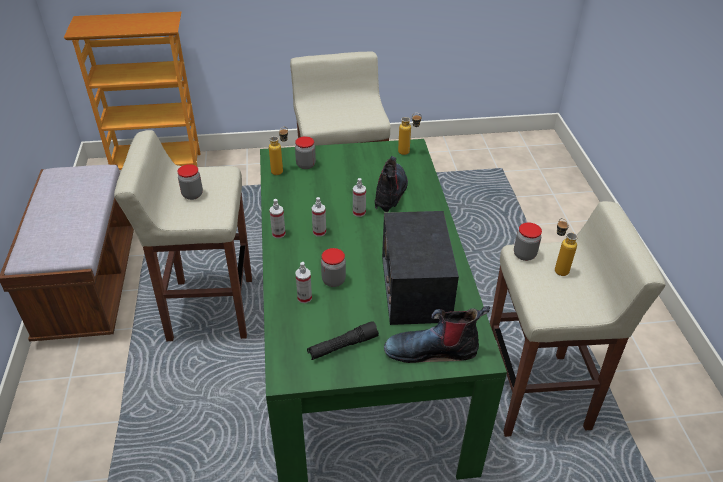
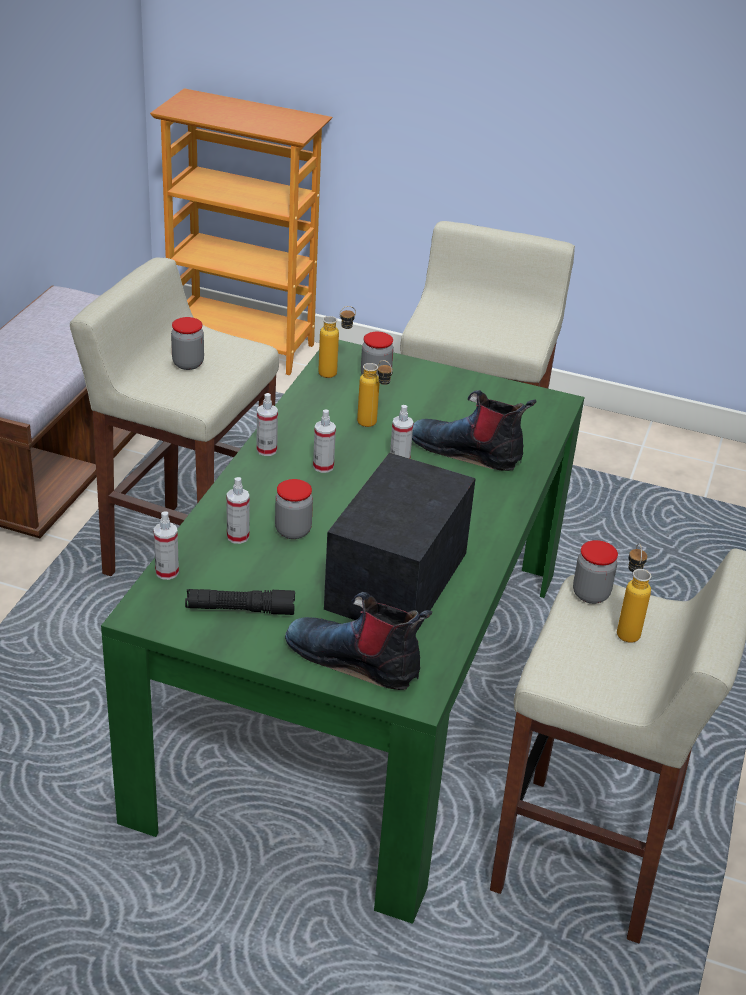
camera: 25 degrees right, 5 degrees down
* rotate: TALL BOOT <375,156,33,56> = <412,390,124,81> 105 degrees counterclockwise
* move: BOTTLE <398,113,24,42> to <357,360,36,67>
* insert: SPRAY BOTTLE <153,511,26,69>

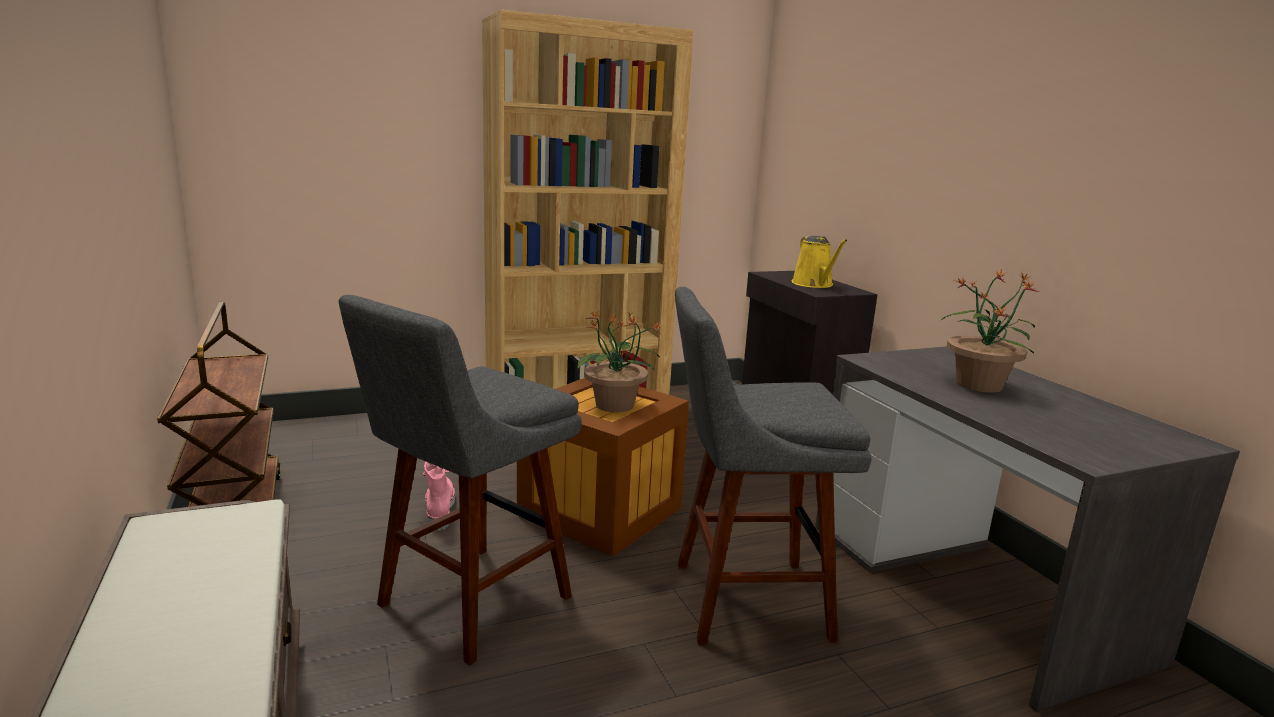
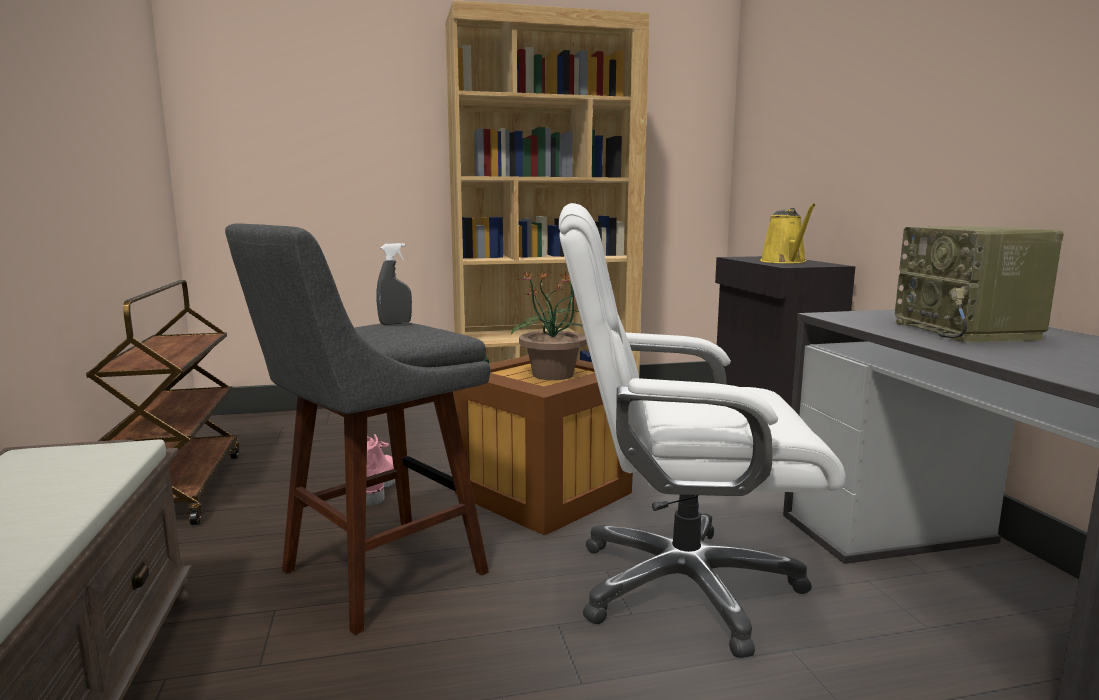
camera: 10 degrees right, 5 degrees down
* replace: GREY STOOL SEAT <675,287,197,358> to WHITE DESK CHAIR <559,203,286,455>
* replace: HOUSEPLANT <940,269,99,124> to RADIO RECEIVER <895,226,169,117>
* insert: GREY SPRAY BOTTLE <376,243,36,82>

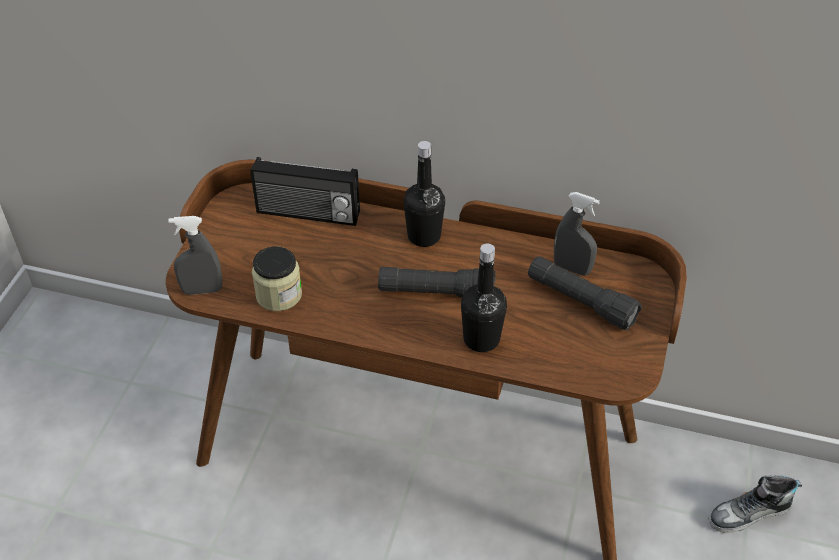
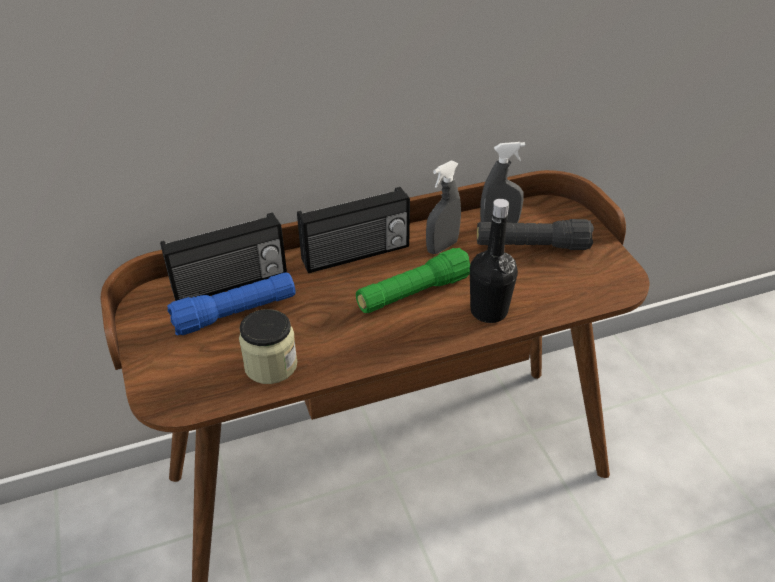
camera: 35 degrees left, 5 degrees down
* move: GREY SPRAY BOTTLE <168,216,54,79> to <426,160,35,94>
* recolor: BLACKISH HAND TORCH <378,267,118,31> to GREENISH HAND TORCH <356,248,114,65>
* replace: BLACKISH BOTTLE <403,141,42,106> to RADIO RECEIVER <297,187,113,86>
* delete: ITEM OF FOOTWEAR <708,475,94,58>
* insert: BLUISH HAND TORCH <167,272,129,63>

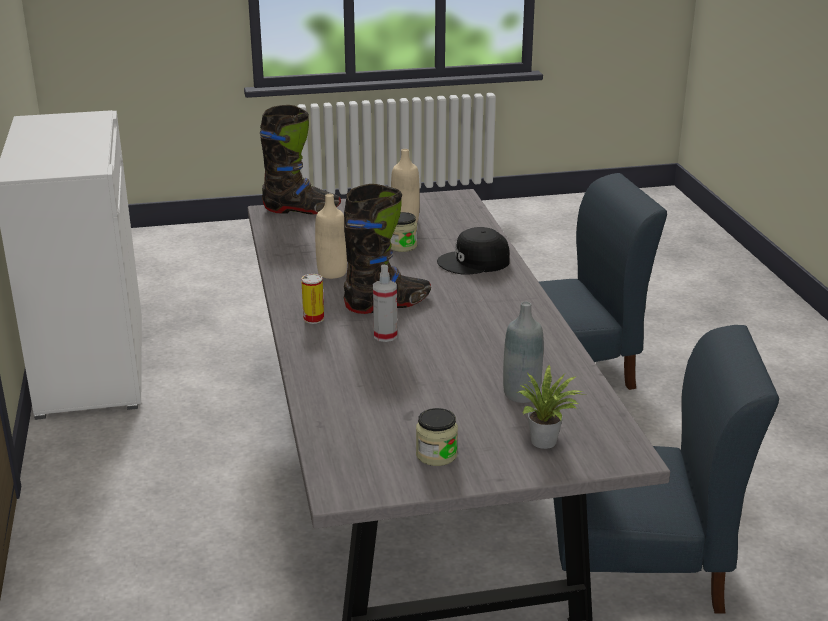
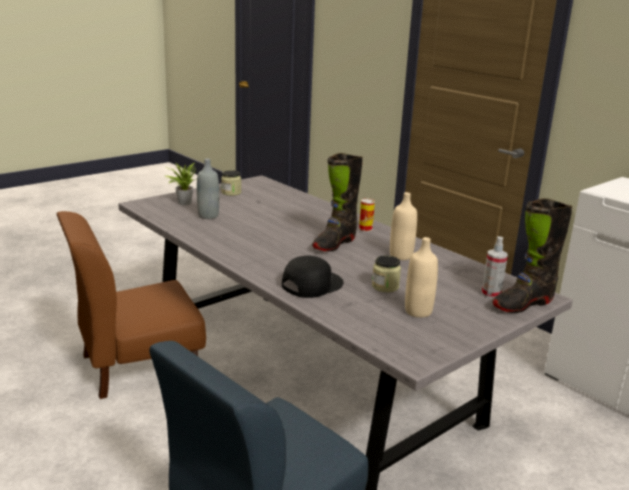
camera: 150 degrees right, 5 degrees down
* move: SPRAY BOTTLE <373,265,24,77> to <482,236,26,63>
* recolor: BLUISH PLAIN CHAIR <553,325,226,289> to BROWN-COLOURED PLAIN CHAIR <57,211,149,188>

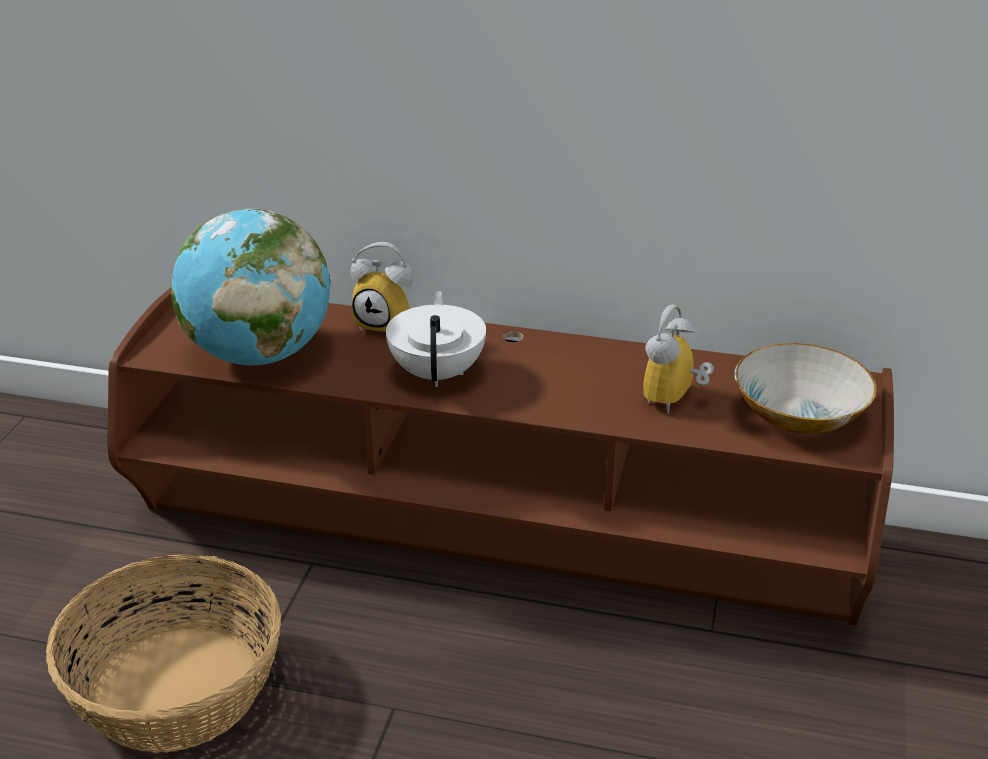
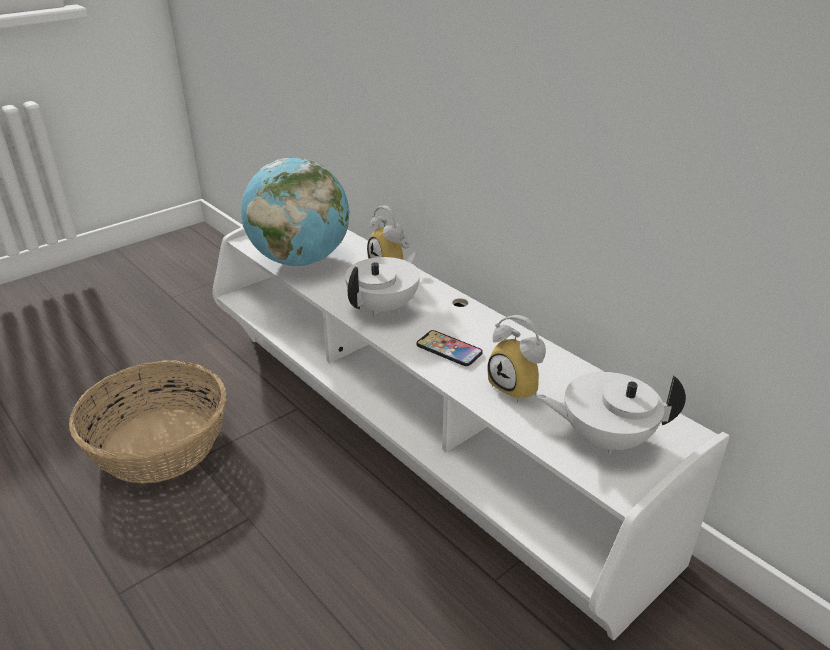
camera: 35 degrees right, 0 degrees up
* recolor: BROWN-COLOURED TV STAND <107,288,787,338> to WHITE TV STAND <212,227,518,414>
* rotate: BEDSIDE CLOCK <643,305,71,109> = <487,315,59,88> 105 degrees counterclockwise
* replace: SERVING BOWL <735,343,142,91> to WHITE TEAPOT <537,372,149,83>
* insert: PHONE <417,330,66,36>

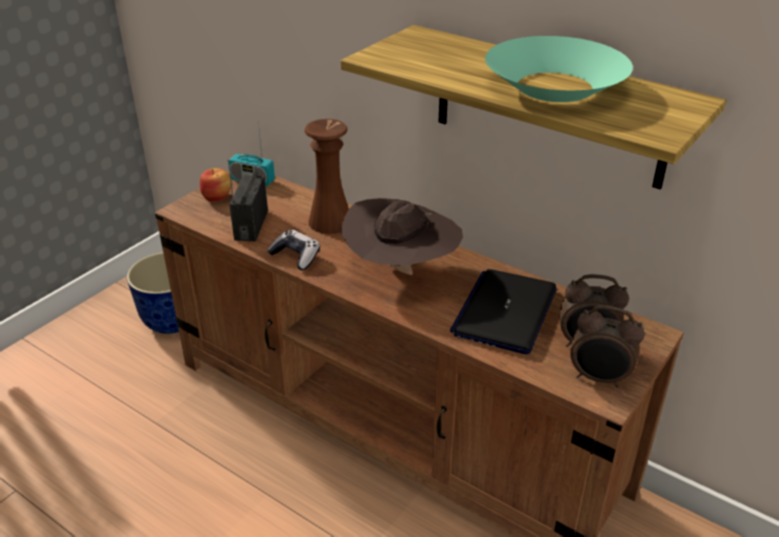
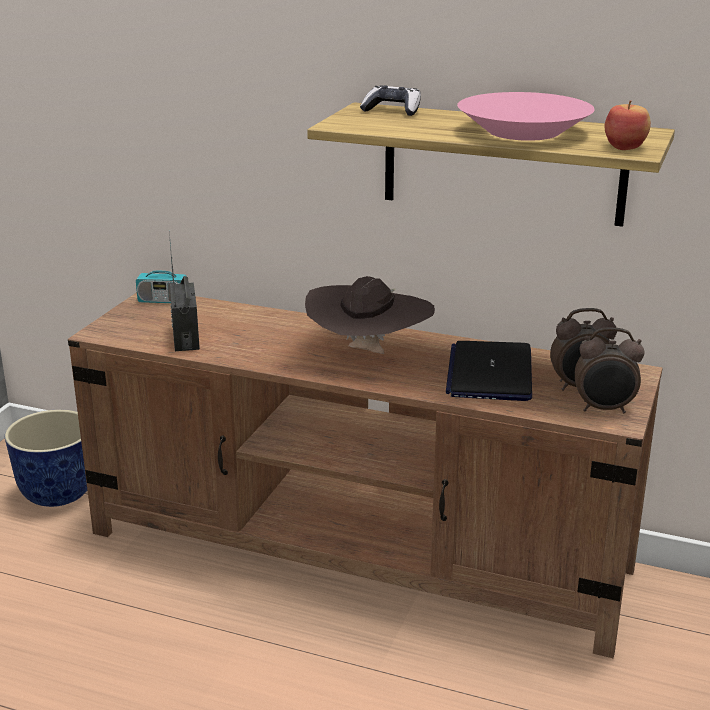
camera: 15 degrees left, 10 degrees down
* move: APPLE <200,168,32,34> to <604,100,47,50>
* move: JOYPAD <267,230,53,40> to <360,85,61,31>
* delete: BROWN-COLOURED DECORATIVE VASE <304,119,45,115>
* recolor: TURQUOISE-COLOURED SERVING BOWL <485,36,148,66> to PINK-COLOURED SERVING BOWL <457,92,138,49>

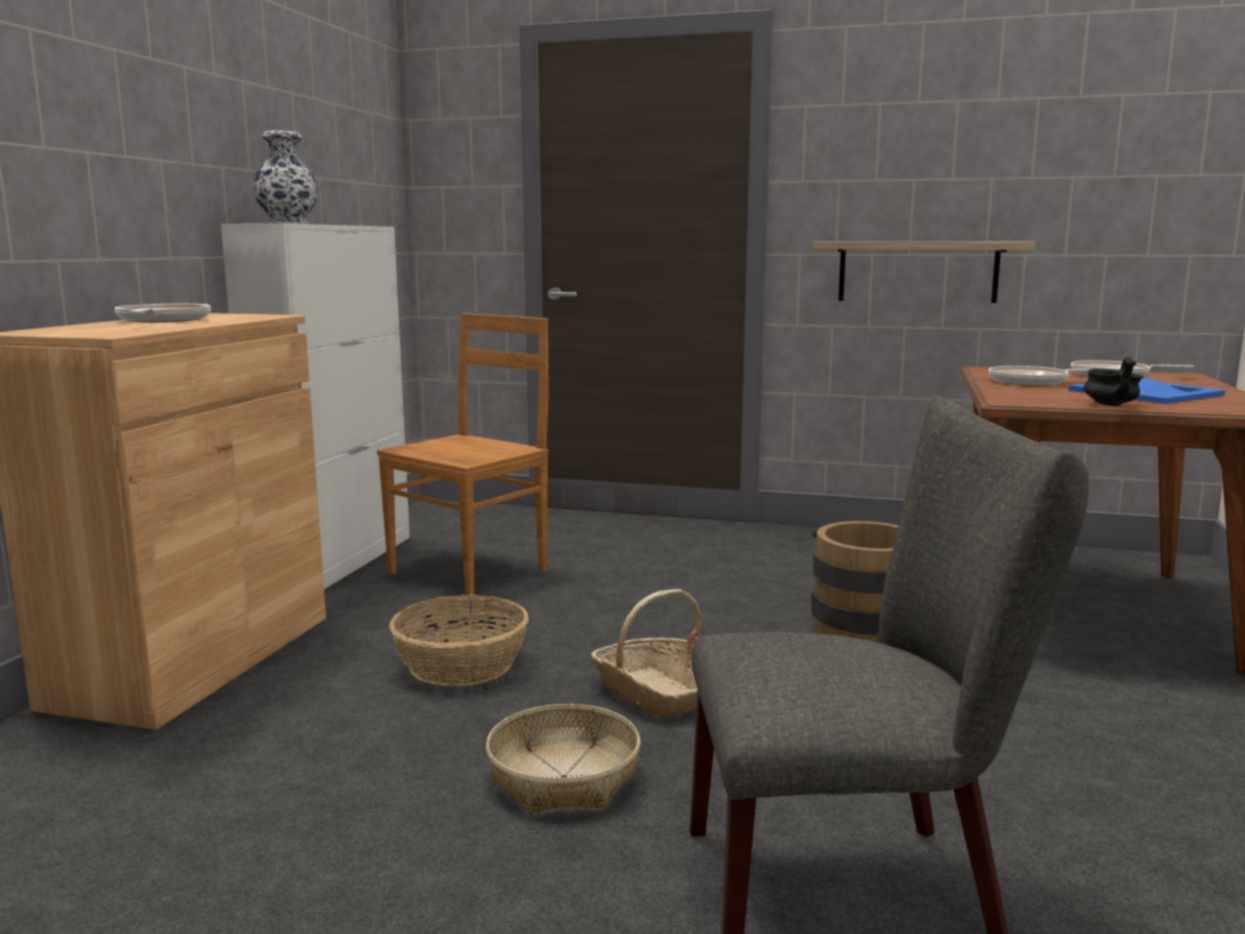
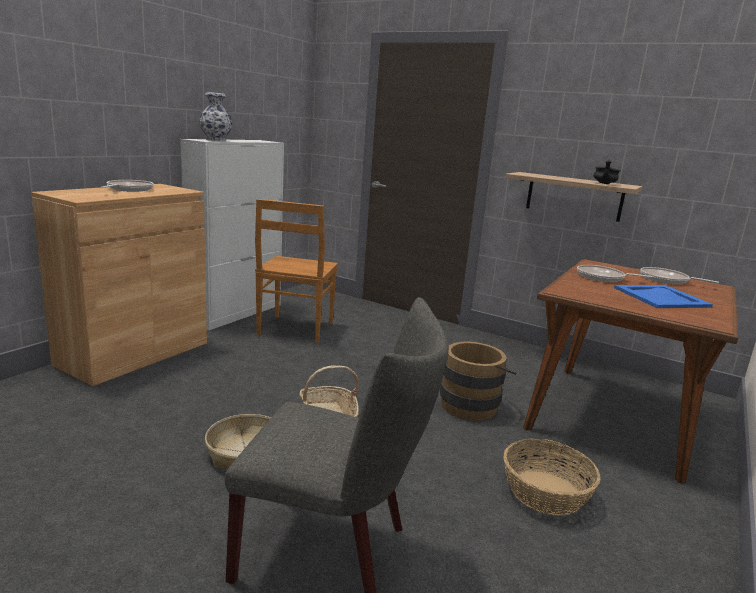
camera: 15 degrees right, 5 degrees up
* rotate: BROWN-COLOURED PLAIN CHAIR <377,313,172,282> = <255,199,83,144> 135 degrees clockwise
* move: BASKET <389,594,140,93> to <504,438,97,78>
* move: BLACKISH SERVING BOWL <1083,357,61,49> to <593,159,28,25>

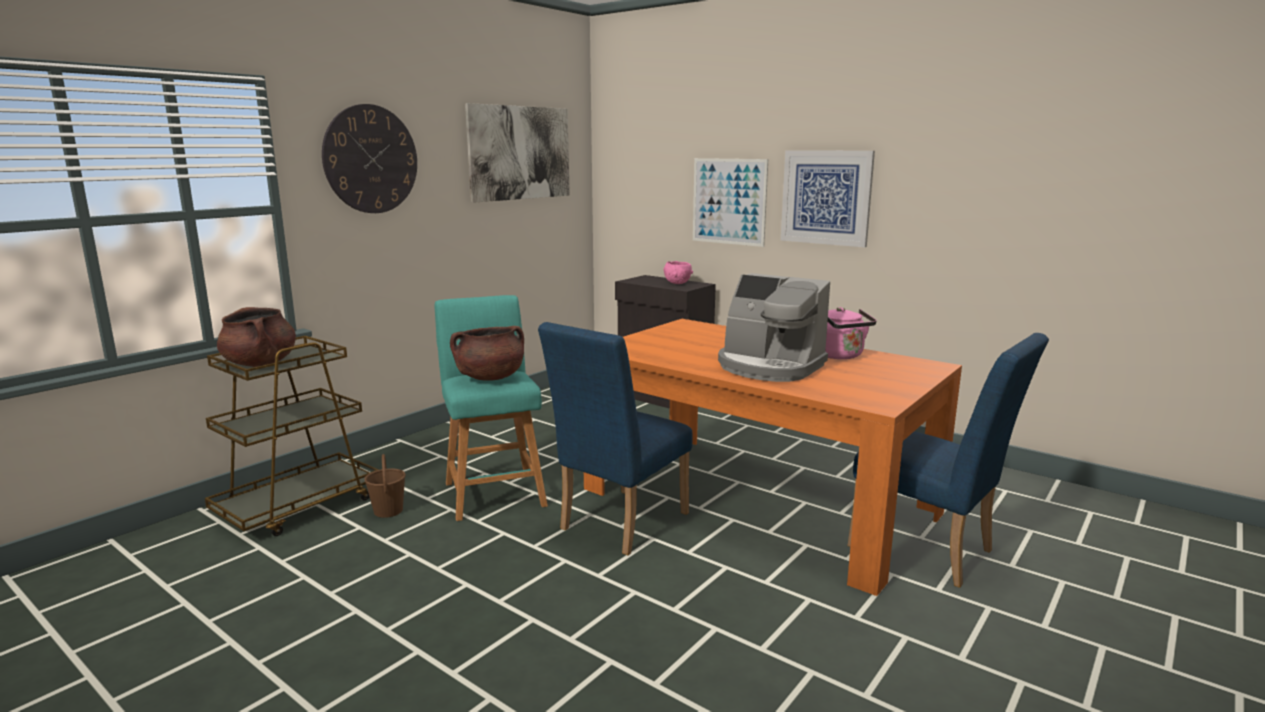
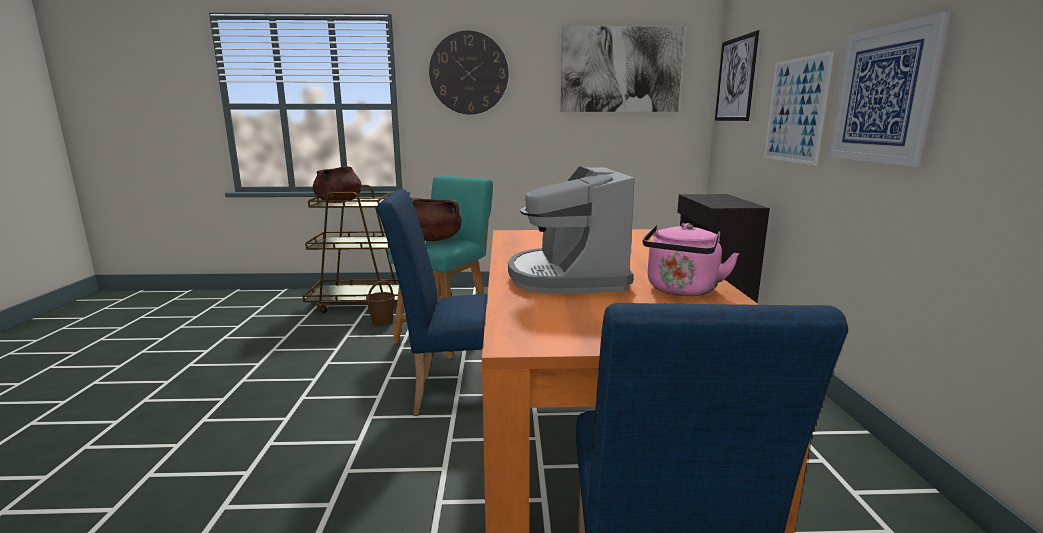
camera: 50 degrees right, 0 degrees up
* delete: PINK-COLOURED SERVING BOWL <663,261,30,23>
* insert: WALL ART <715,30,44,91>

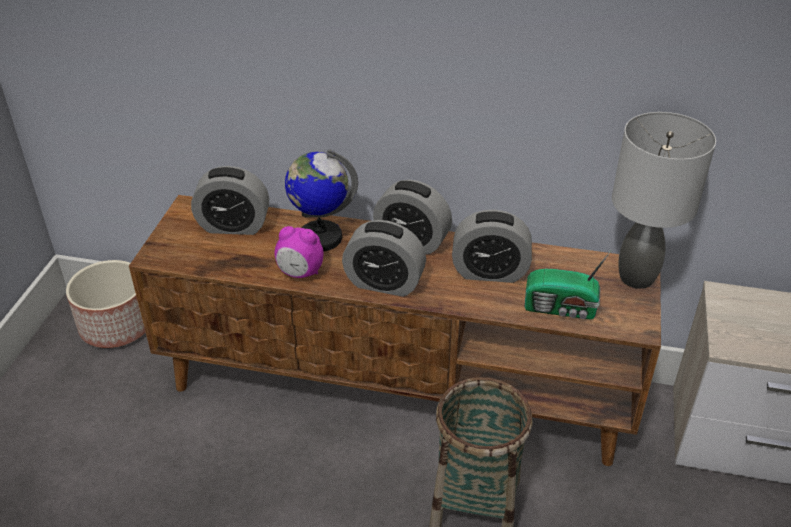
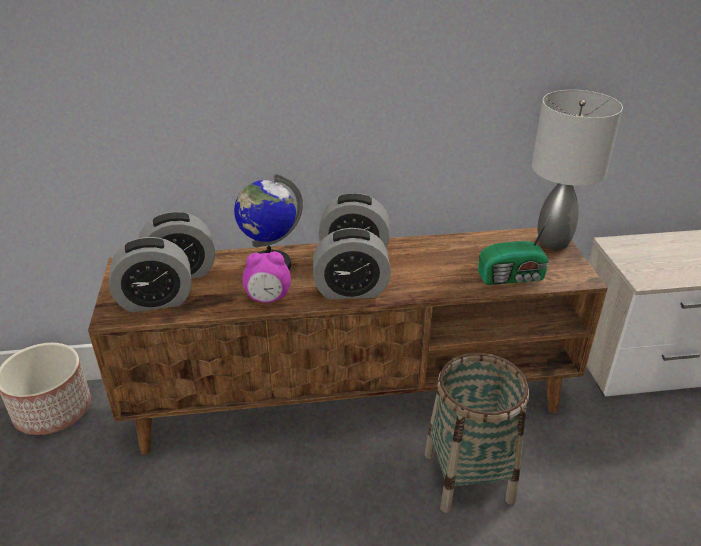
camera: 20 degrees left, 5 degrees down
* move: BEDSIDE CLOCK <452,210,80,73> to <109,237,82,75>

